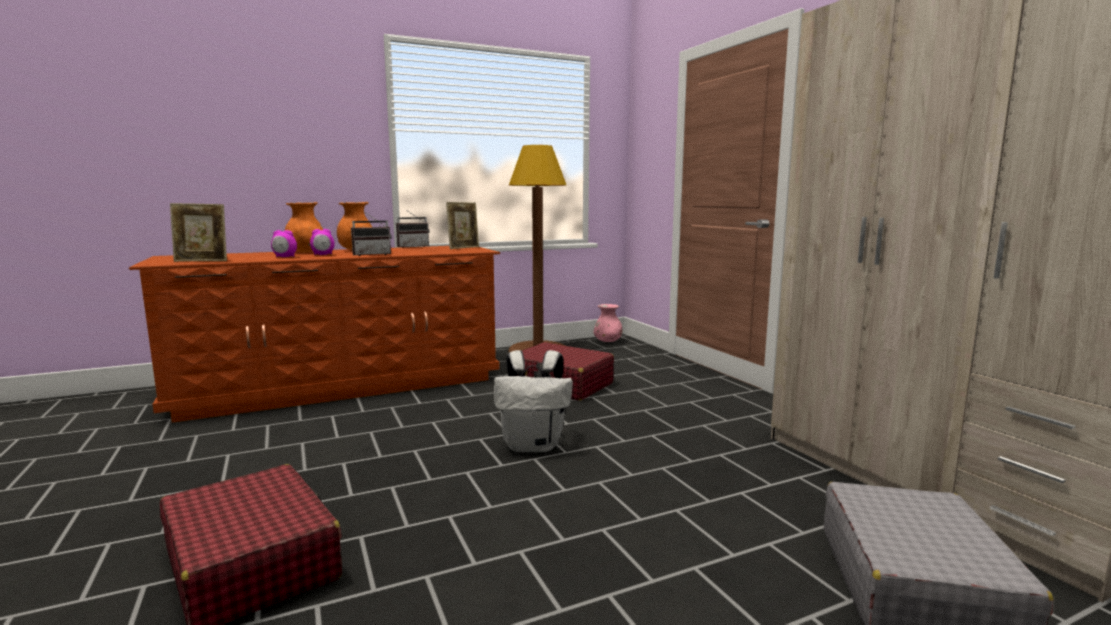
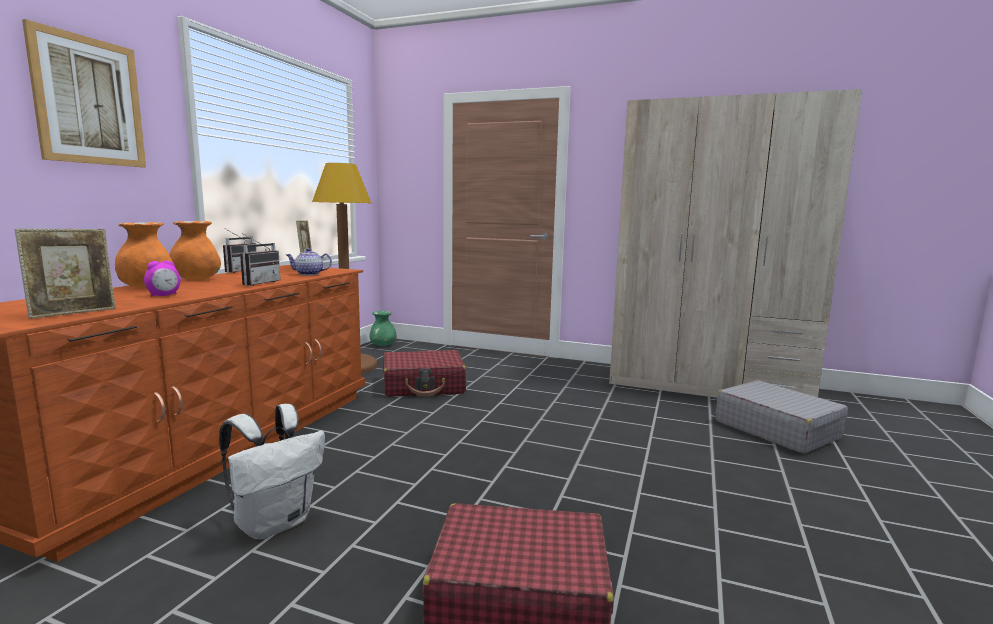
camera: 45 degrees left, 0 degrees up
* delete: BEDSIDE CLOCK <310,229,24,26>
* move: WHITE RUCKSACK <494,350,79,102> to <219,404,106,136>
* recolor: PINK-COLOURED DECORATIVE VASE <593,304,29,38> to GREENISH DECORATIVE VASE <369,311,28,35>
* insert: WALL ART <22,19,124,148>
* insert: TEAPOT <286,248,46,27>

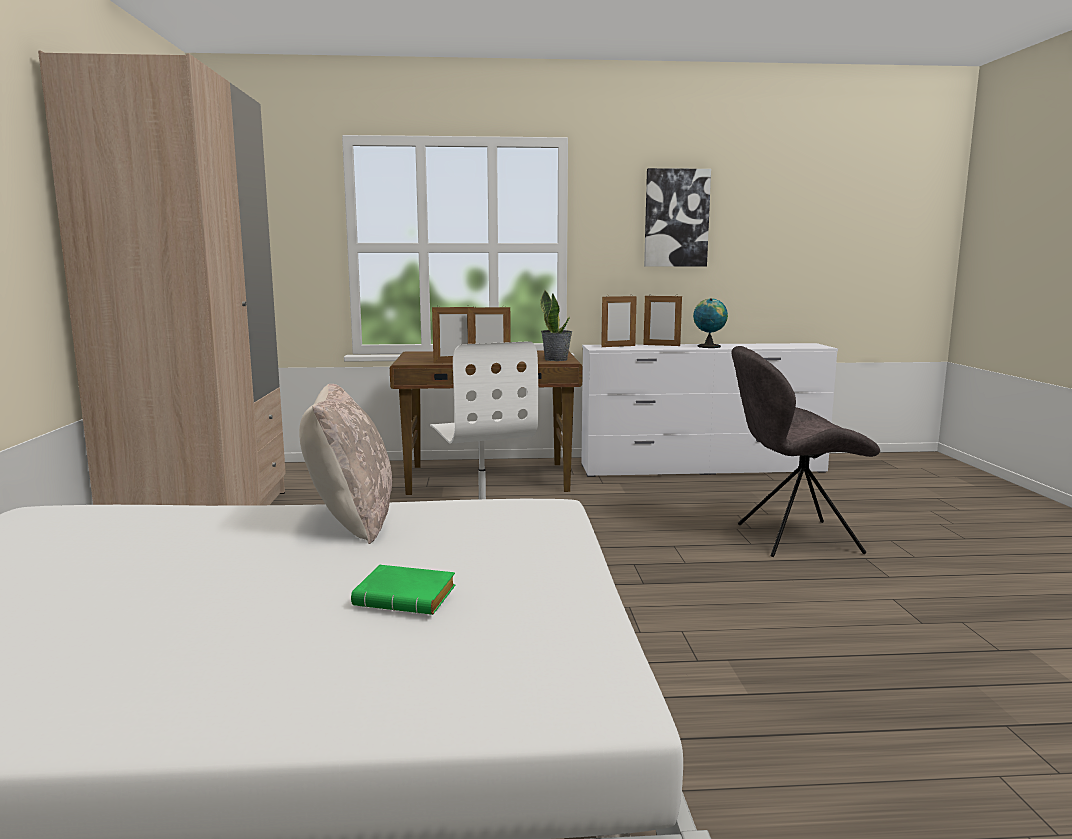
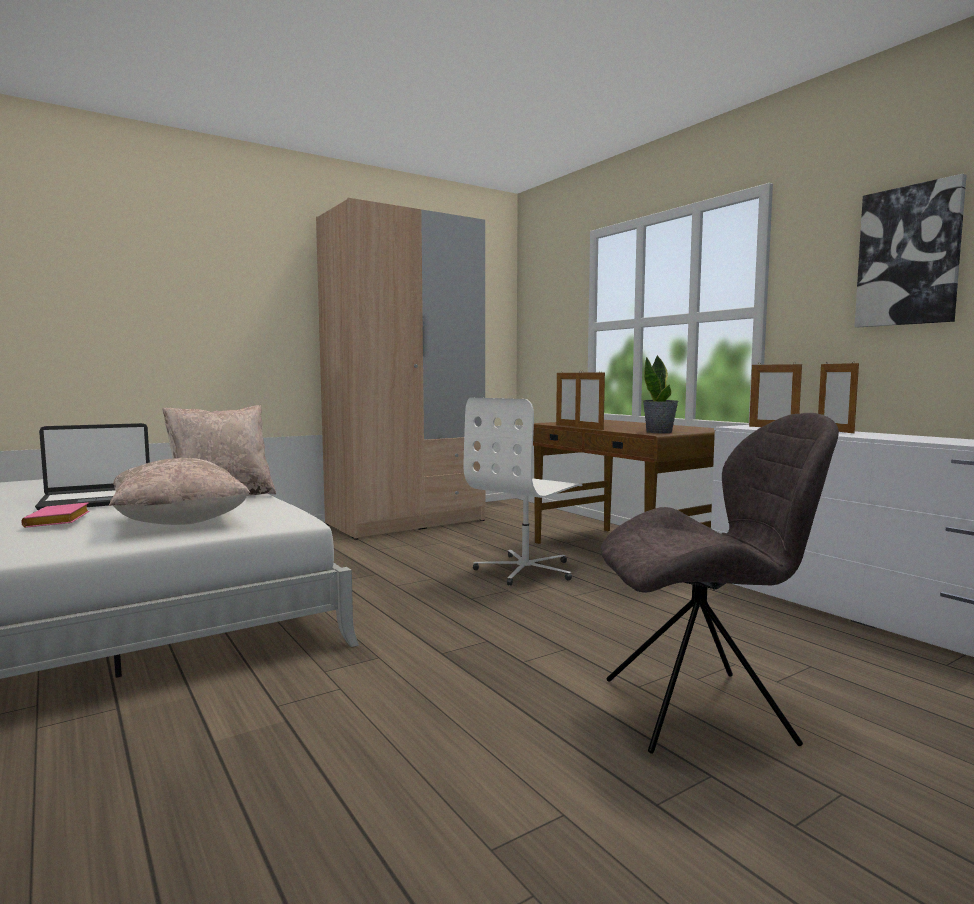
camera: 60 degrees right, 5 degrees down
* recolor: GREENISH BOUND BOOK <351,565,105,50> to PINK-COLOURED BOUND BOOK <21,503,69,25>
* delete: GLOBE <693,298,35,50>
* rotate: GREY PLAIN CHAIR <731,346,149,211> = <600,413,239,341> 120 degrees clockwise
* insert: NOTEBOOK COMPUTER <35,423,115,87>
* insert: SAND-COLOURED THROW PILLOW <109,458,141,67>

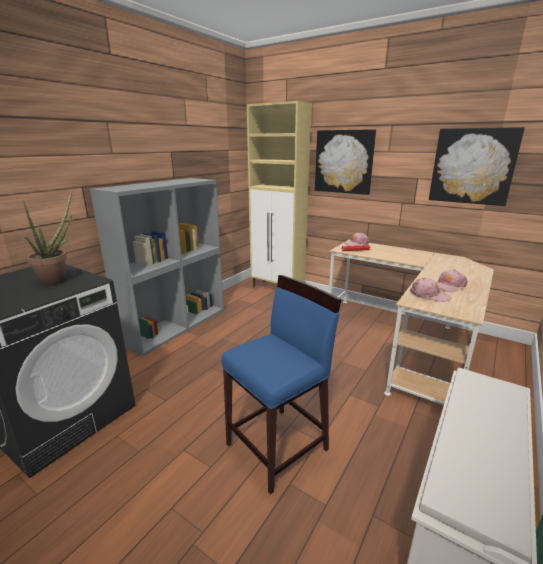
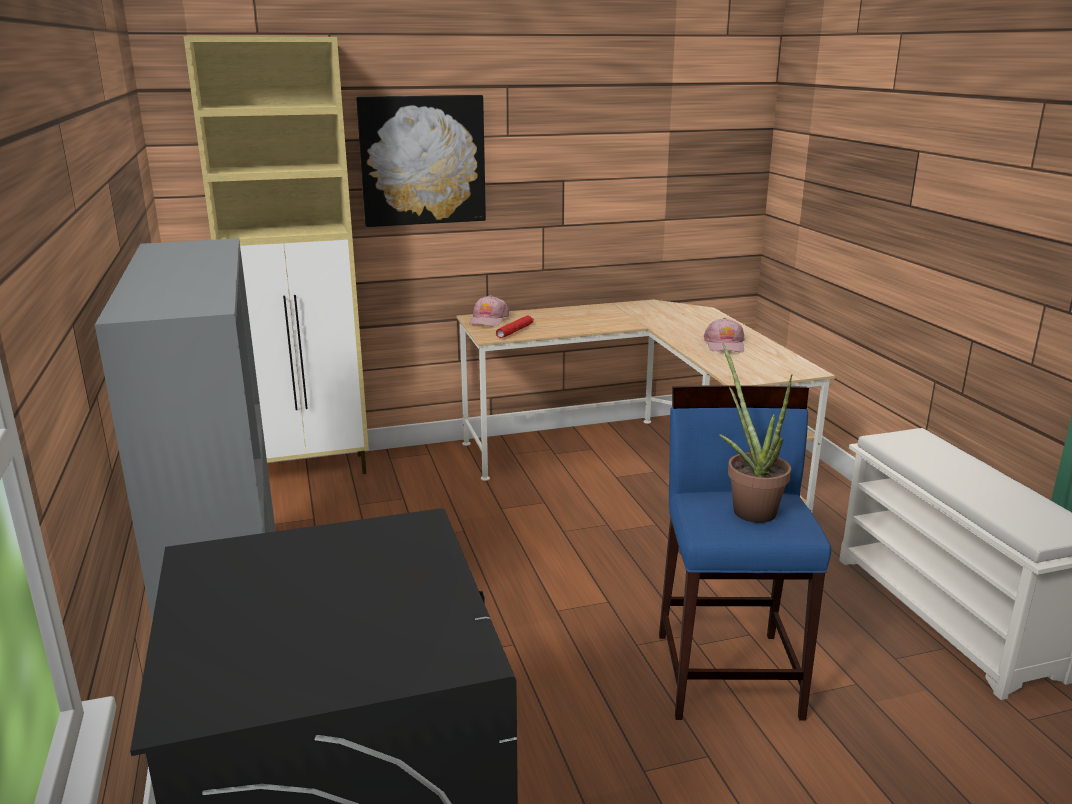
camera: 50 degrees left, 0 degrees up
* move: HOUSEPLANT <23,191,49,95> to <719,343,73,180>
* delete: PINK-COLOURED CAP <410,278,41,24>
* delete: WALL ART <429,127,96,79>

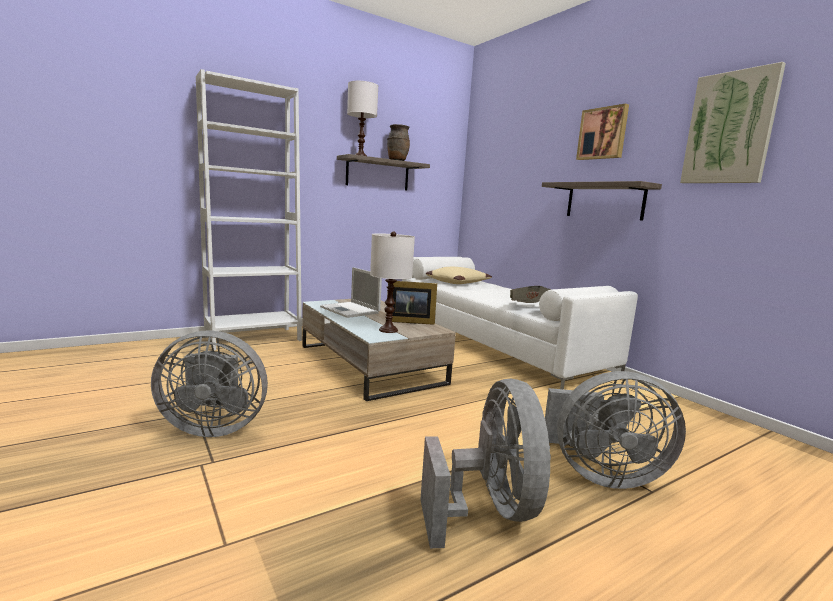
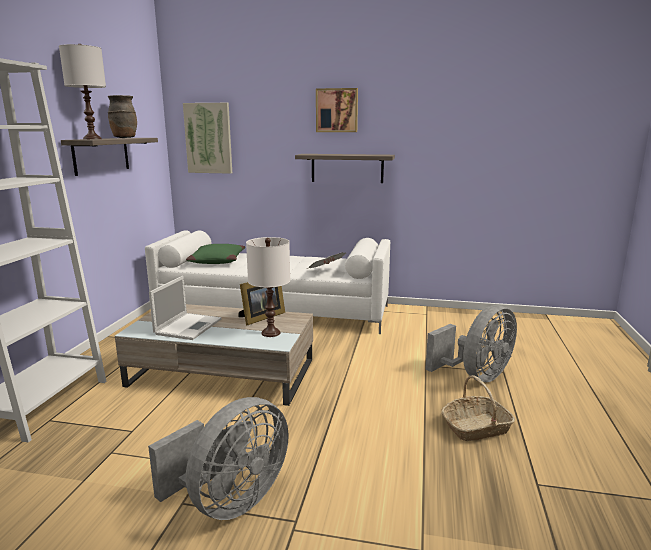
camera: 45 degrees left, 5 degrees up
* rotate: NOTEBOOK COMPUTER <320,267,62,51> = <149,276,73,64> 75 degrees counterclockwise
* replace: GREY COOLING FAN <420,378,131,170> to BASKET <441,375,74,66>
* recolor: SAND-COLOURED THROW PILLOW <426,267,66,17> to GREENISH THROW PILLOW <186,244,59,20>
* move: WALL ART <680,62,106,121> to <183,103,49,71>

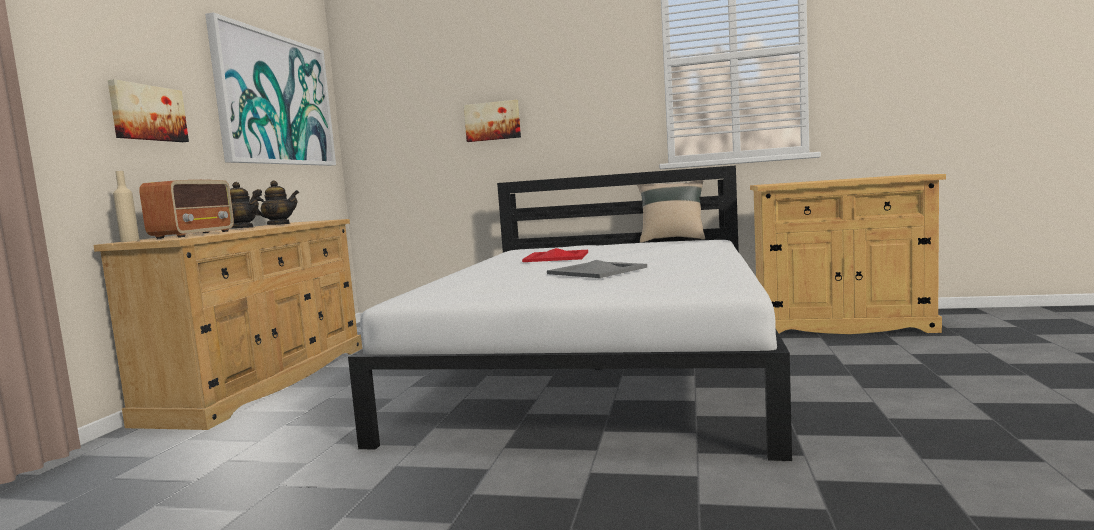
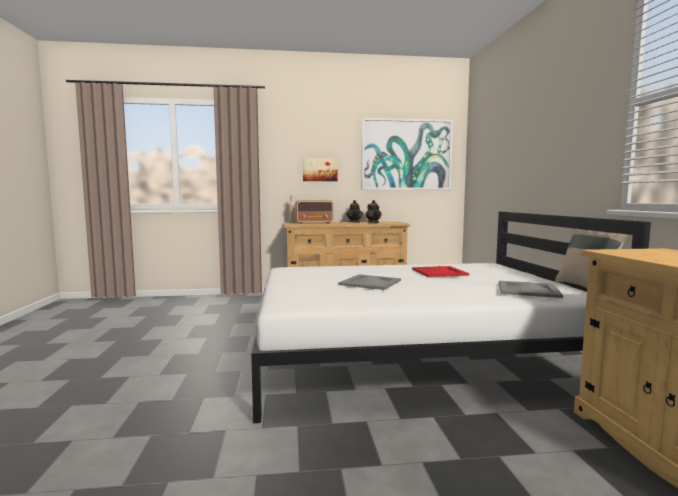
camera: 70 degrees right, 0 degrees up
* delete: WALL ART <464,100,57,42>
* insert: GREY TRAY <499,281,64,17>

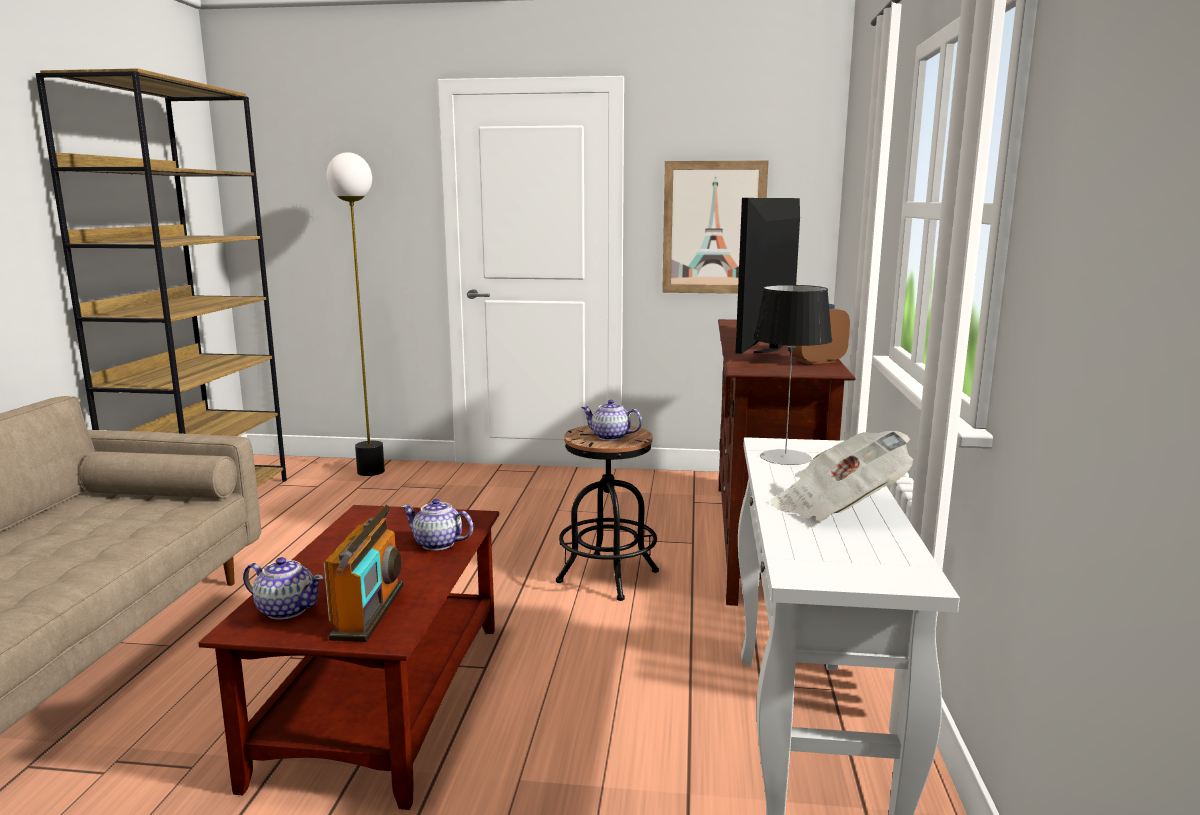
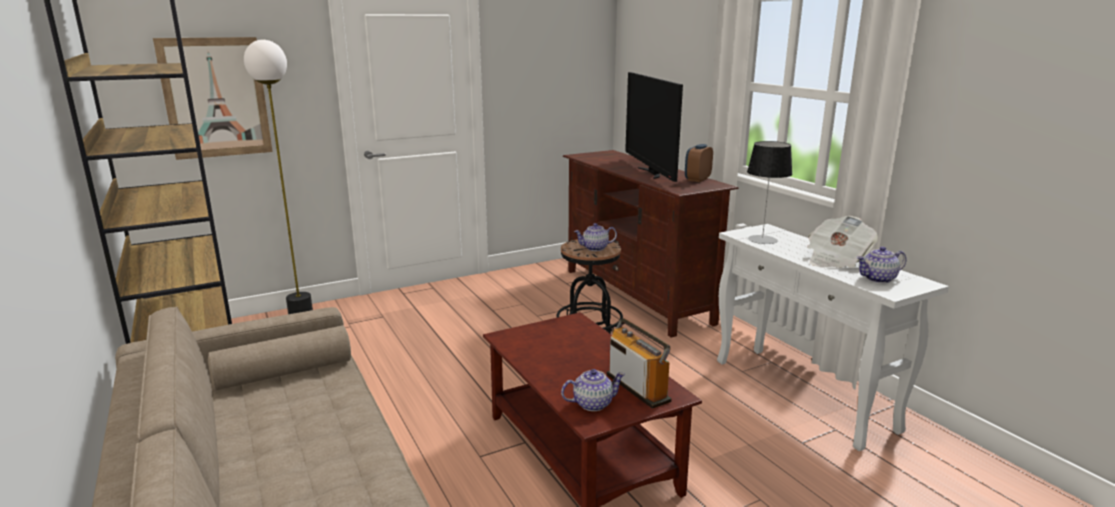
camera: 35 degrees left, 5 degrees up
* move: TEAPOT <401,498,72,53> to <856,247,50,36>
* move: WALL ART <662,160,107,134> to <153,37,120,123>

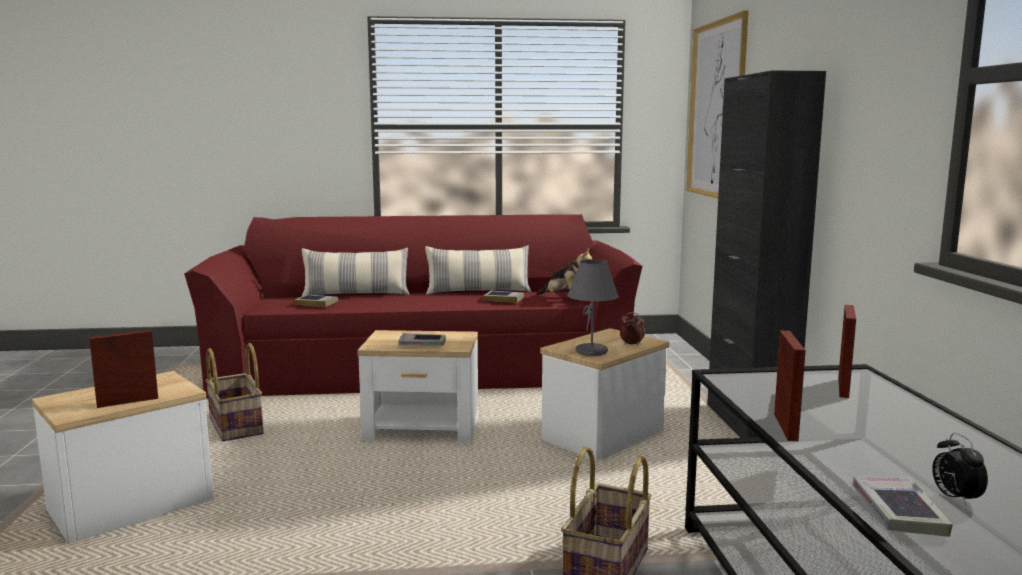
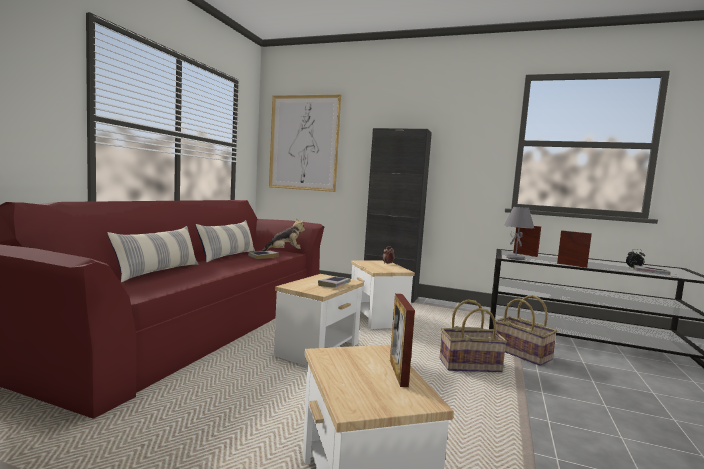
camera: 65 degrees left, 5 degrees down
* move: BASKET <205,343,58,98> to <440,299,67,73>
* delete: BOUND BOOK <294,294,44,13>
* move: GREY LAMP FOR A TABLE <567,259,52,97> to <504,207,30,53>

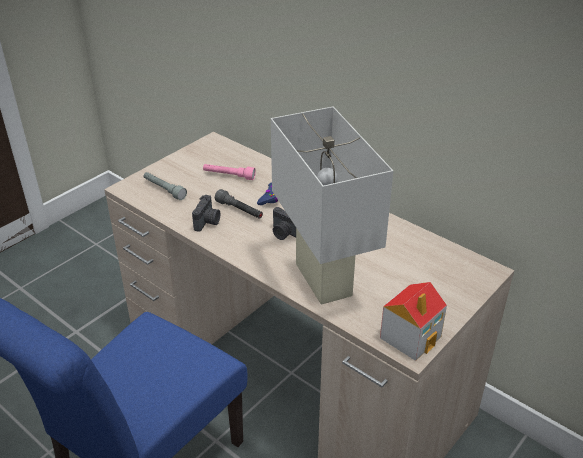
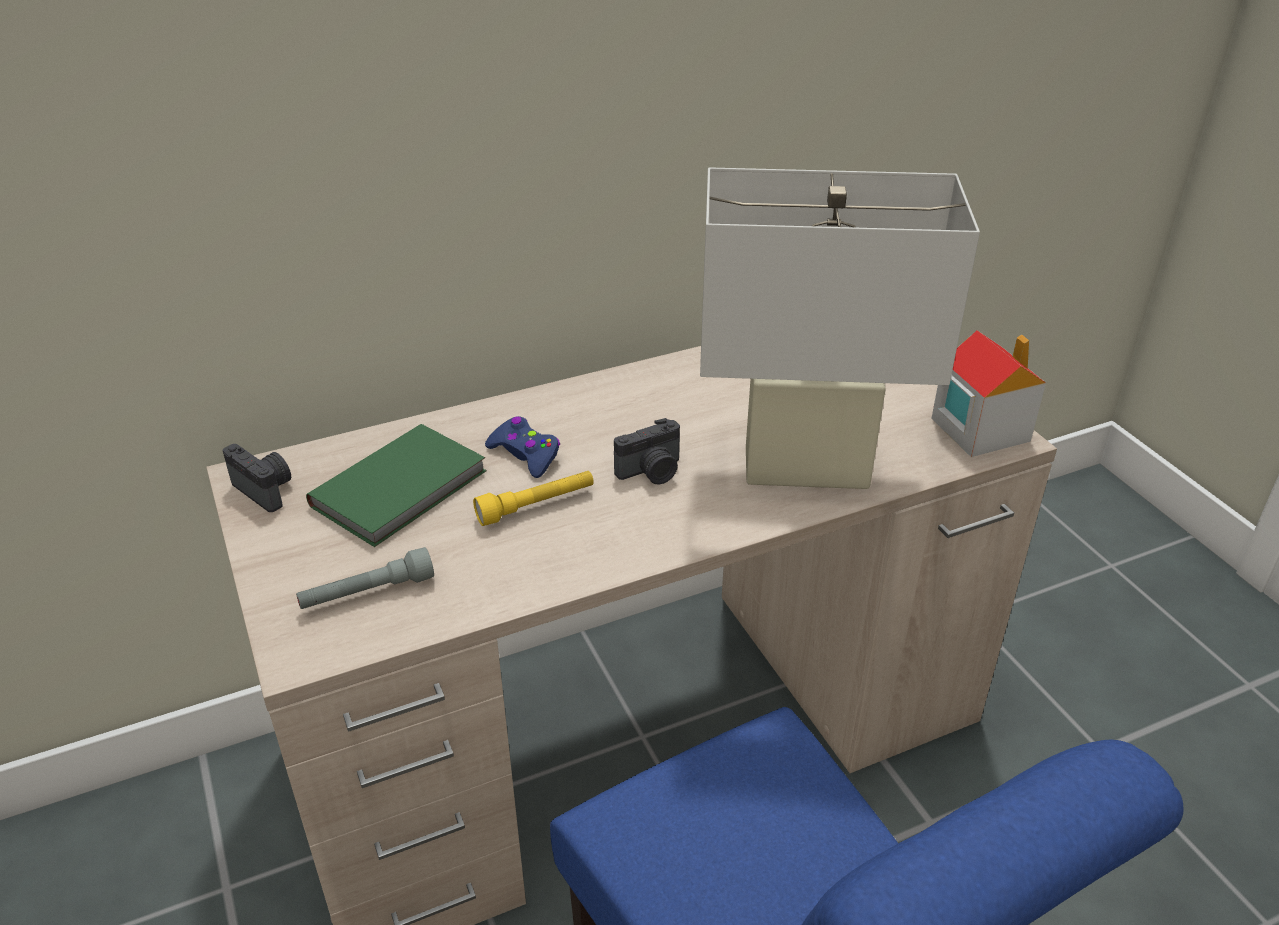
camera: 65 degrees left, 0 degrees up
* move: PHOTO CAMERA <192,195,28,37> to <223,444,68,68>
* replace: PINK-COLOURED HAND TORCH <203,164,53,16> to GREENISH BOUND BOOK <306,424,181,123>
* recolor: GREY HAND TORCH <215,189,48,30> to YELLOW HAND TORCH <473,471,121,55>

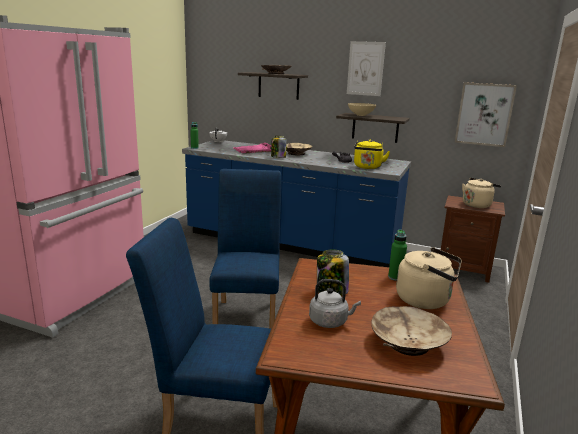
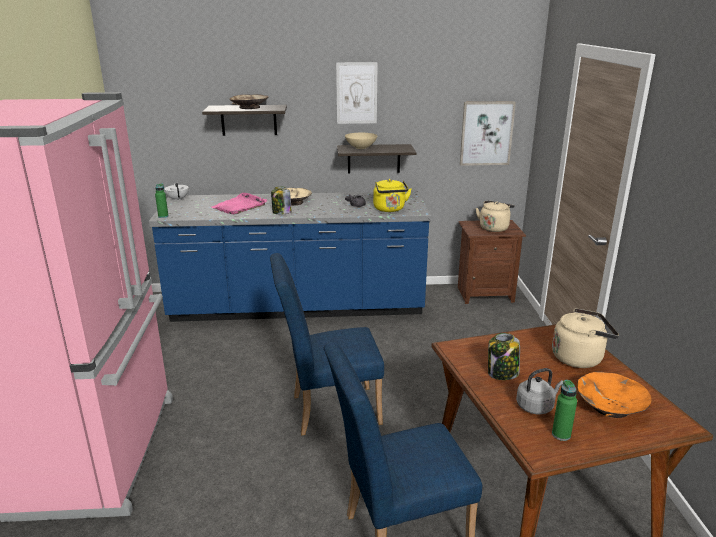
camera: 25 degrees left, 5 degrees up
* rotate: BLUISH PLAIN CHAIR <209,169,72,159> = <270,253,114,182> 75 degrees counterclockwise
* recolor: SAND-COLOURED SERVING BOWL <371,306,81,50> to ORANGEY SERVING BOWL <577,372,75,46>
* move: GREENISH BOTTLE <388,230,19,51> to <552,380,25,61>

